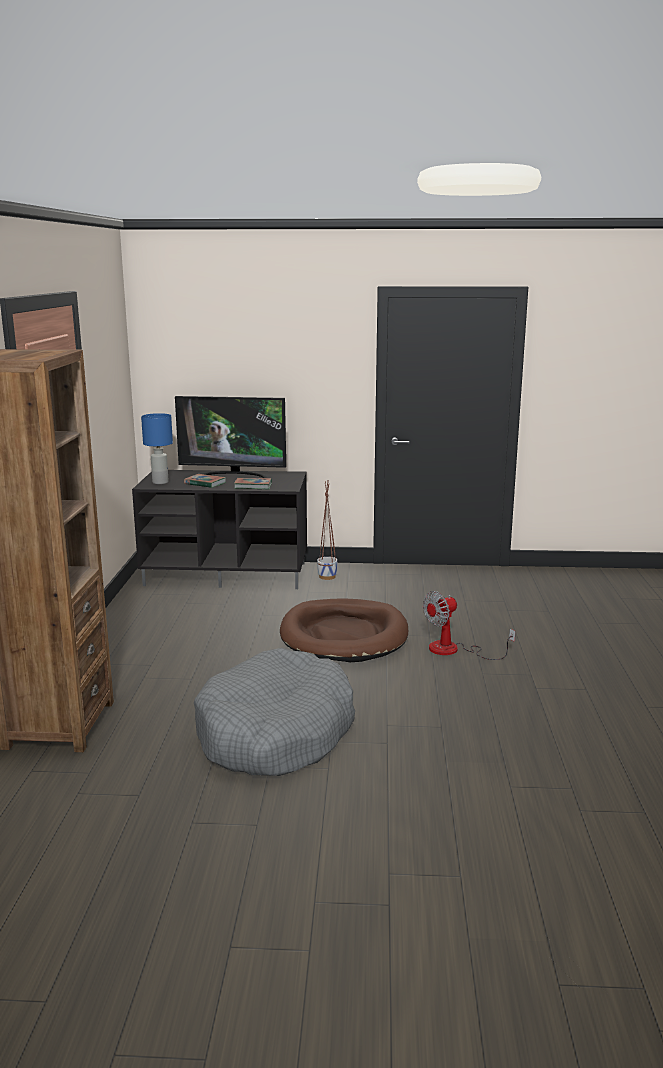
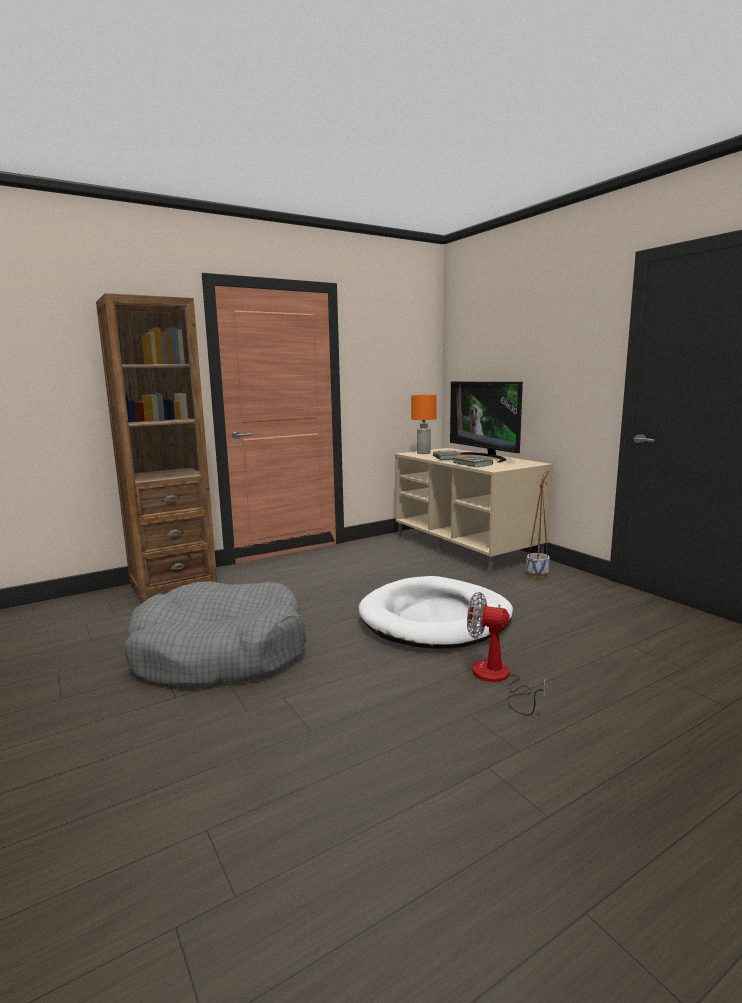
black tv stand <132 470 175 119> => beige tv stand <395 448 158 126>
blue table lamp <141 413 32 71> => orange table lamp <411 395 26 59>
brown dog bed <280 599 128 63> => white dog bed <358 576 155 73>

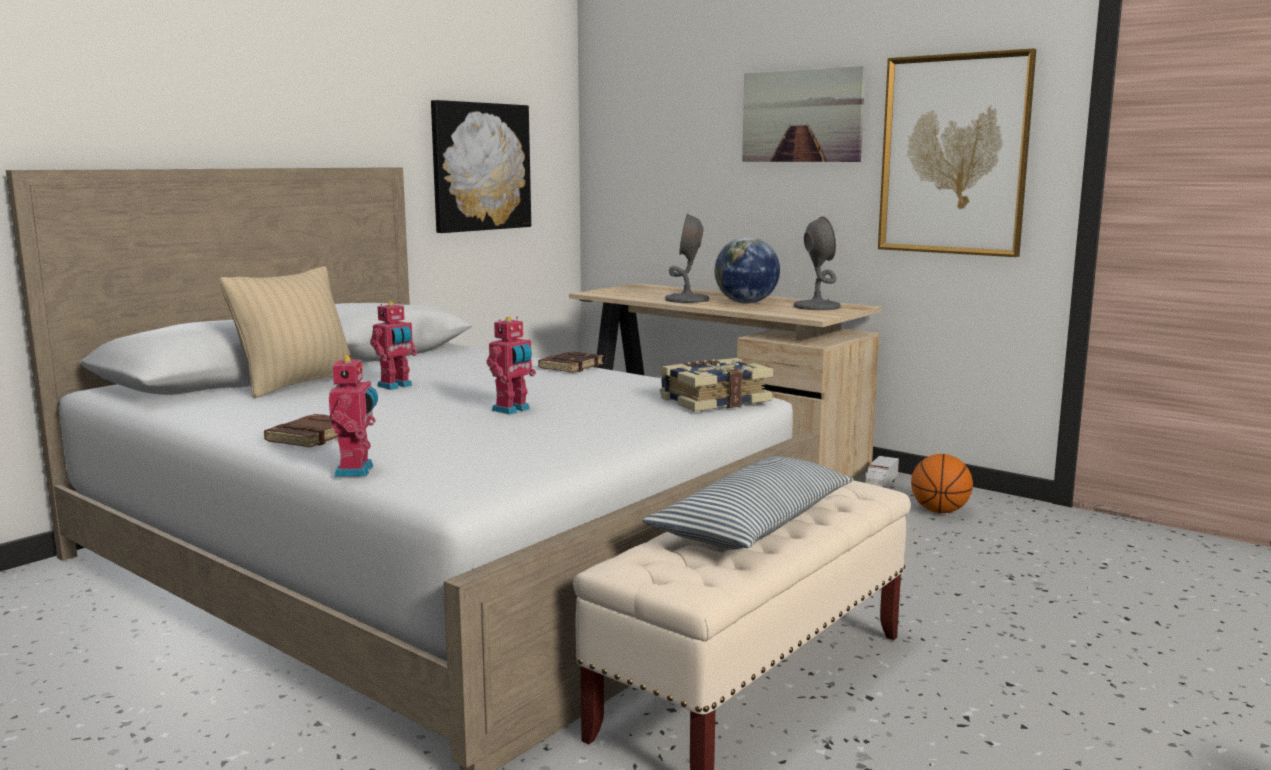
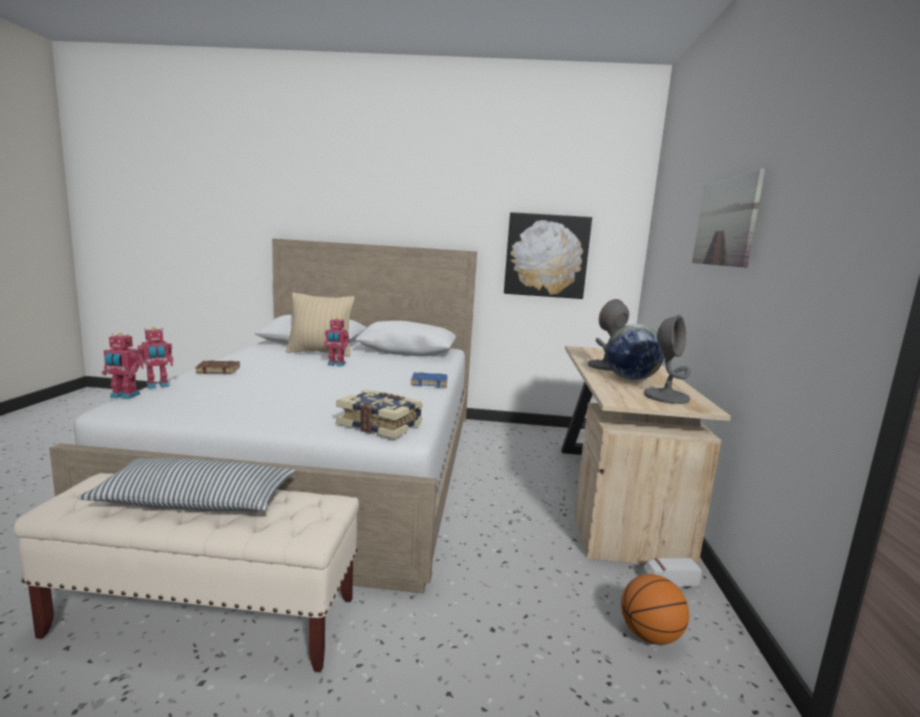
picture <878 48 158 209> => nothing
toy robot <487 316 49 99> => toy robot <102 333 39 66>, moved
brown book <538 351 66 22> => blue book <411 372 37 15>

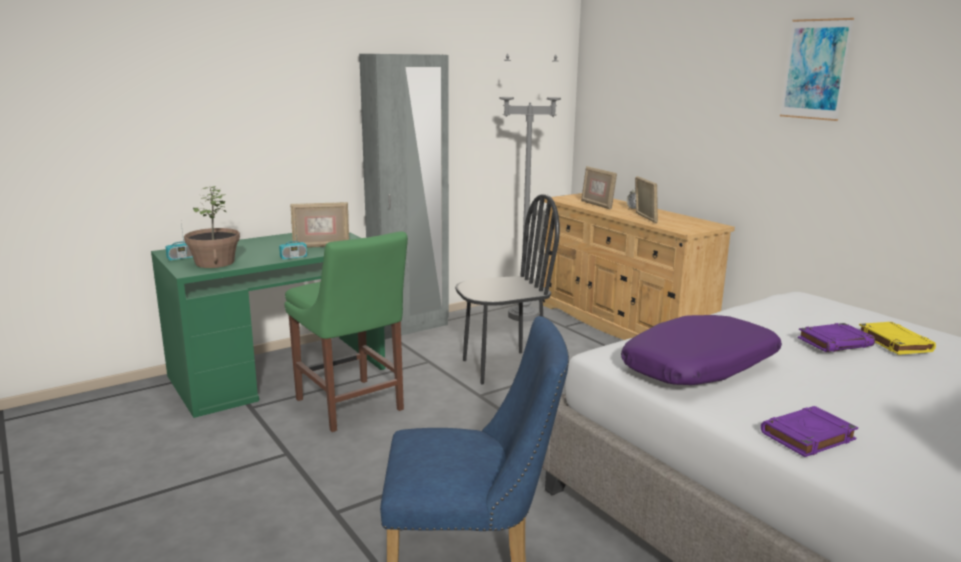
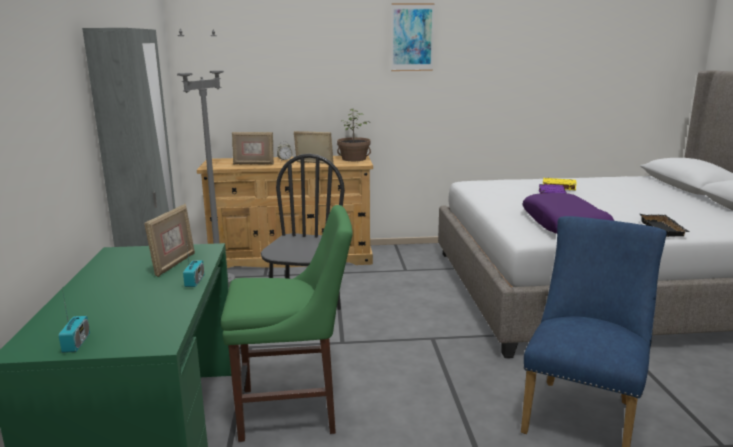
potted plant <184 186 56 82> => potted plant <337 109 34 52>, moved
purple book <761 406 97 51> => black tray <640 214 49 23>

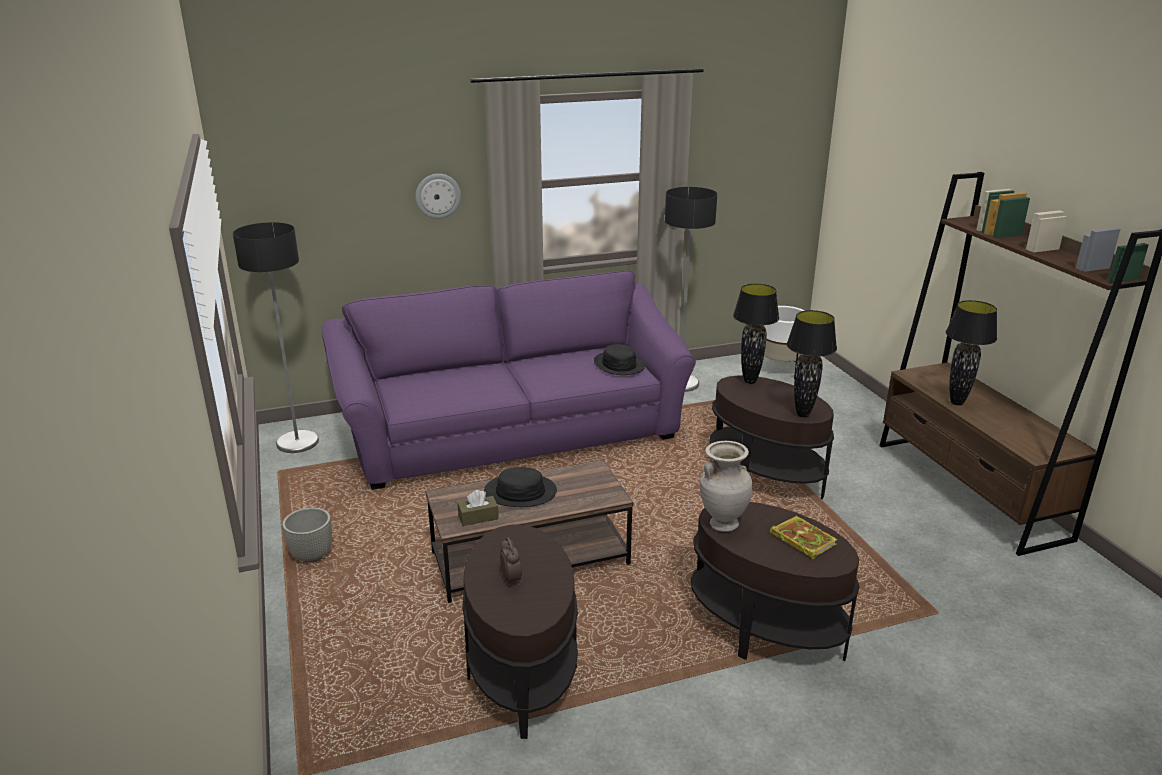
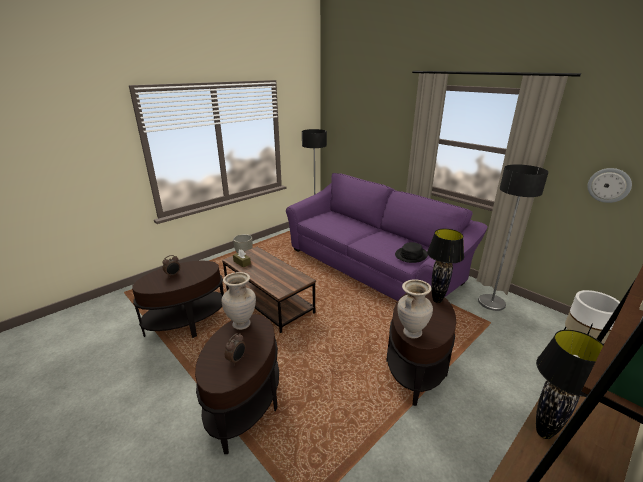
black hat <484 467 73 40> => nothing
wall clock <415 174 46 45> => wall clock <587 168 45 35>, moved
book <770 516 67 43> => alarm clock <225 333 20 32>
black table lamp <787 310 50 108> => beige vase <397 279 36 59>

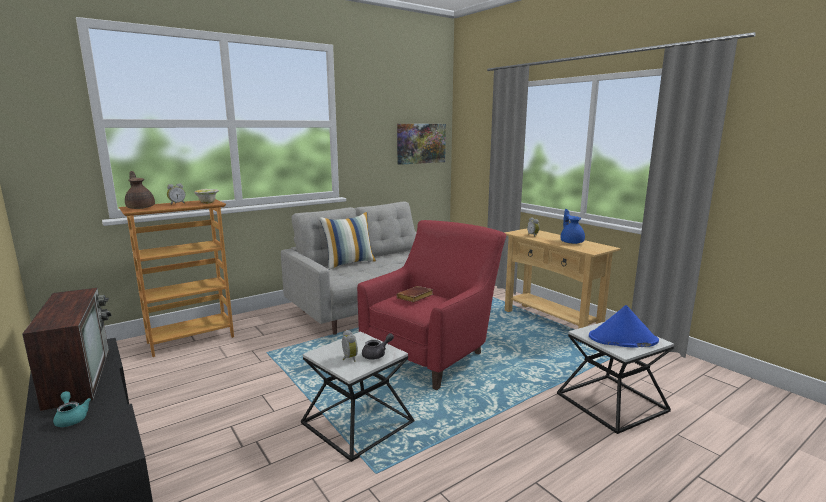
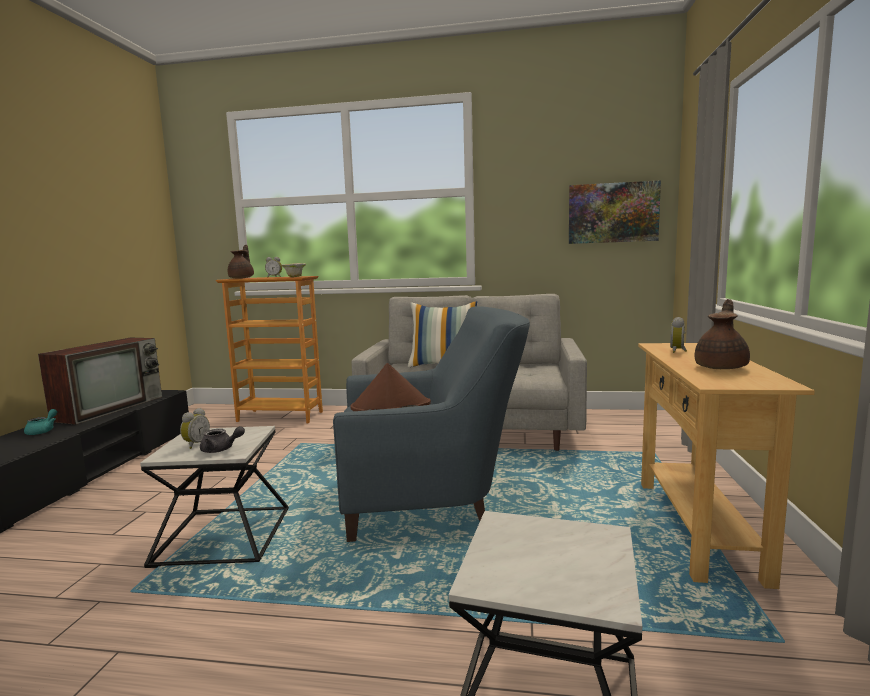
blue hat <589 305 70 43> => nothing
brown book <396 286 37 16> => brown hat <350 363 81 48>
red armchair <357 220 149 170> => blue armchair <333 306 197 236>
blue teapot <561 209 24 35> => brown teapot <695 299 55 70>

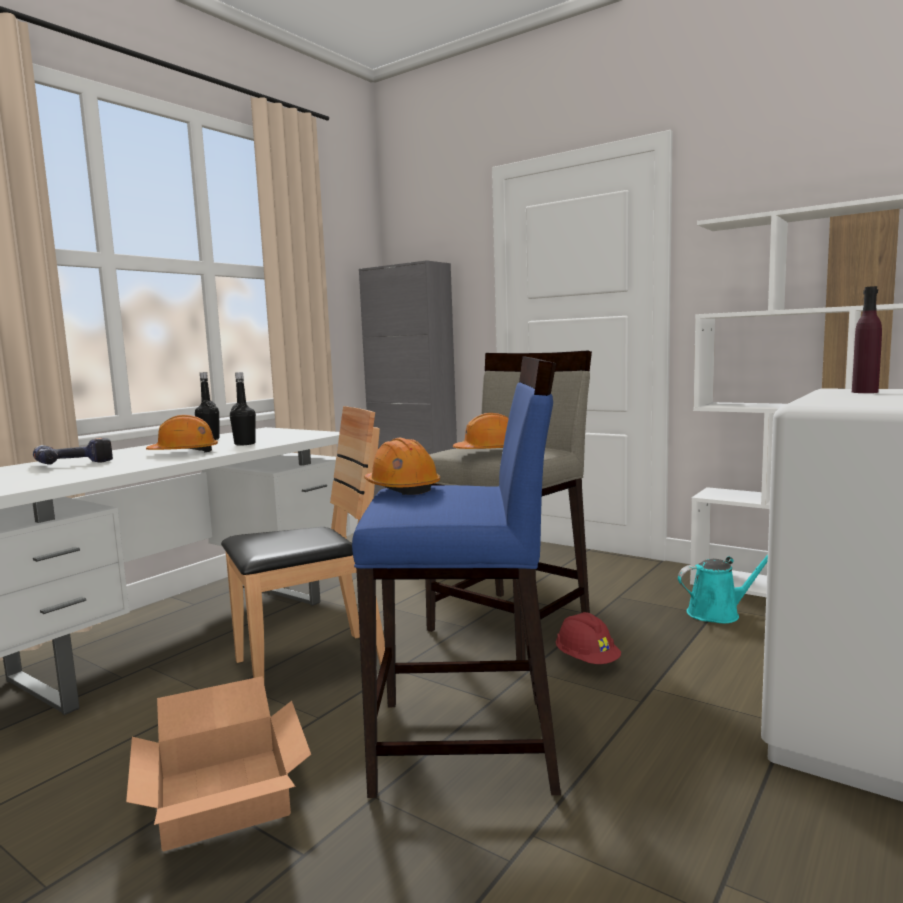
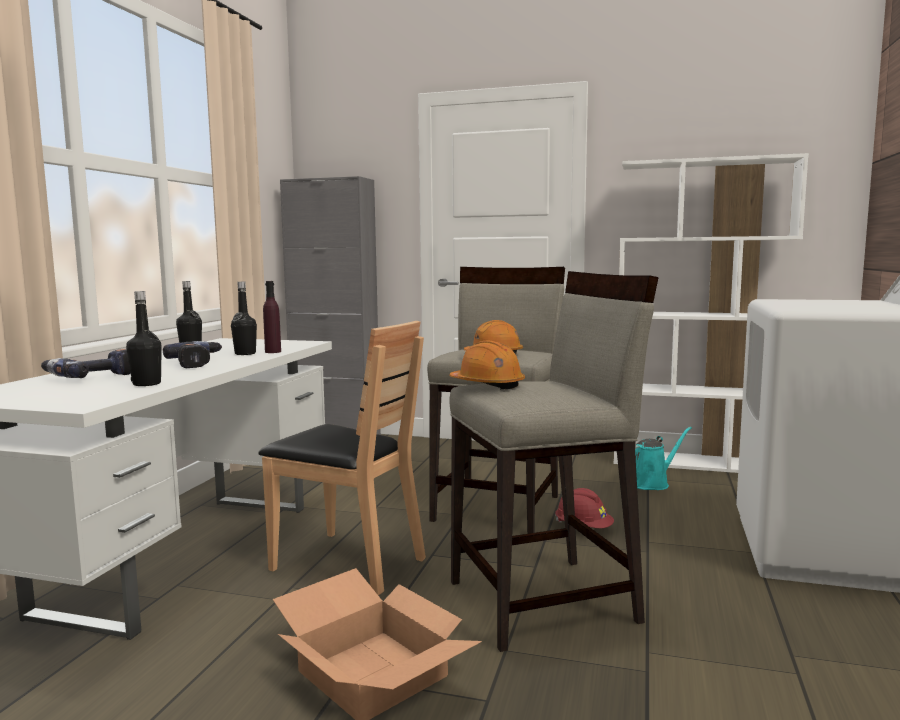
nothing => black bottle <126 291 36 95>
purple bottle <852 286 30 107> => purple bottle <263 281 18 72>, moved
orange hard hat <146 415 72 38> => power drill <163 341 59 27>
blue stool <352 356 209 442> => beige stool <449 271 209 381>
brown chair <221 406 164 275> => brown chair <258 321 168 274>, 75 degrees clockwise

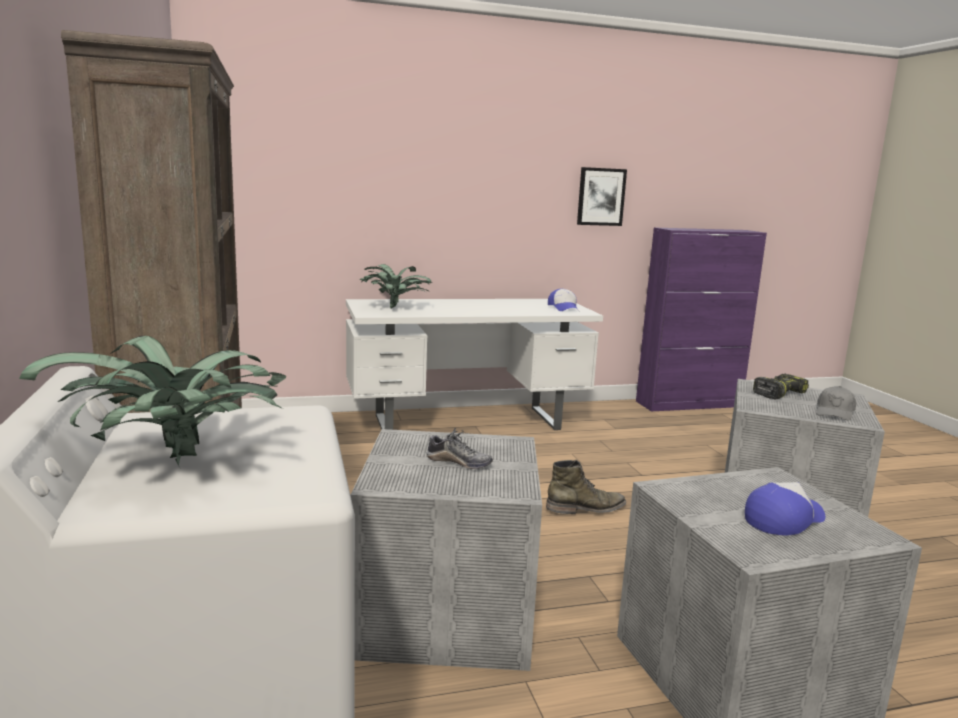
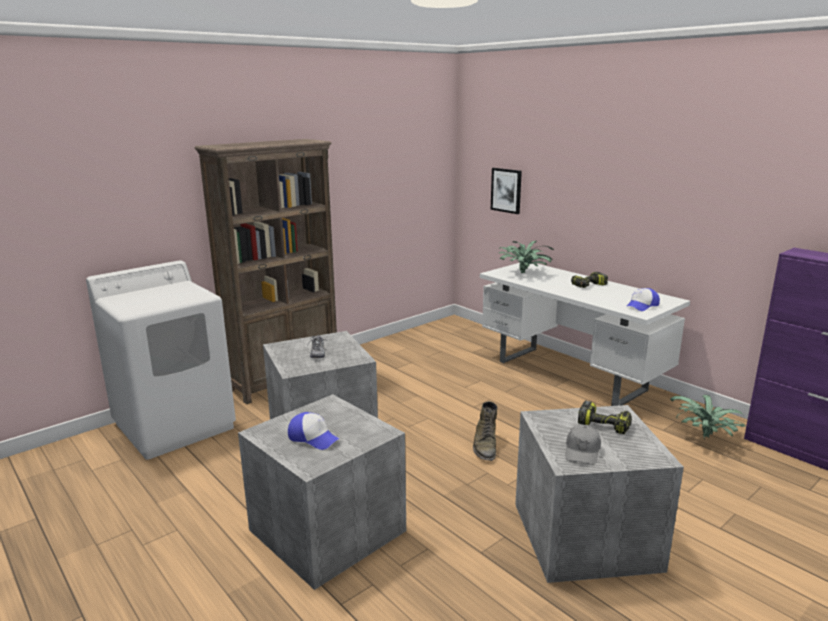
nothing => power drill <571 272 37 16>
potted plant <19 336 267 132> => potted plant <670 395 76 43>, moved
picture <577 167 50 59> => picture <491 168 31 46>, moved
green boot <546 460 80 54> => green boot <473 401 24 60>, 45 degrees clockwise
grey cap <816 386 40 35> => grey cap <565 425 36 40>, 75 degrees counterclockwise

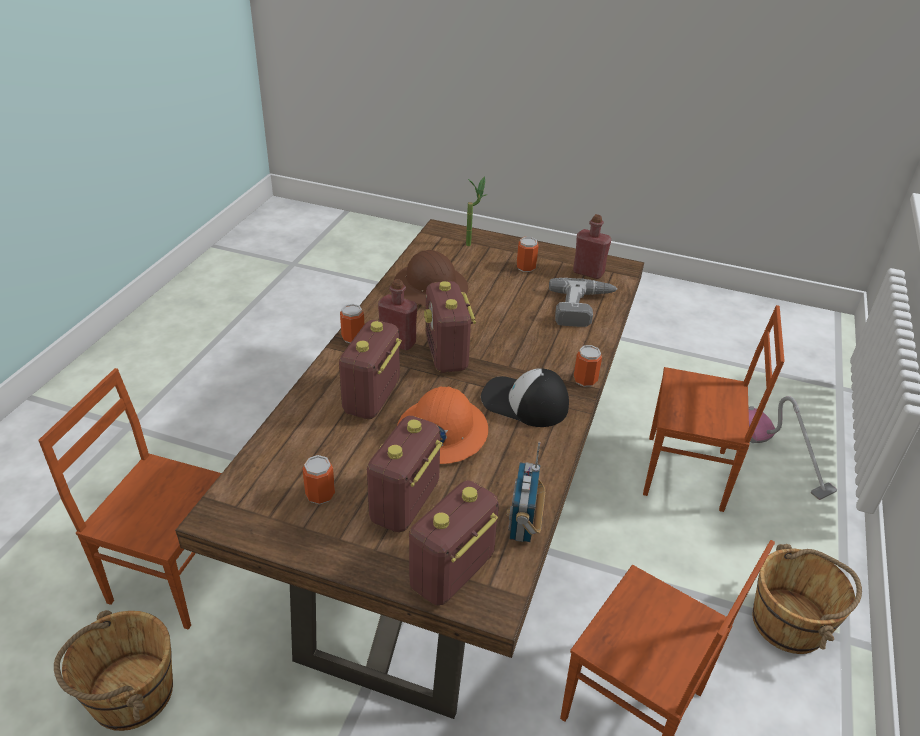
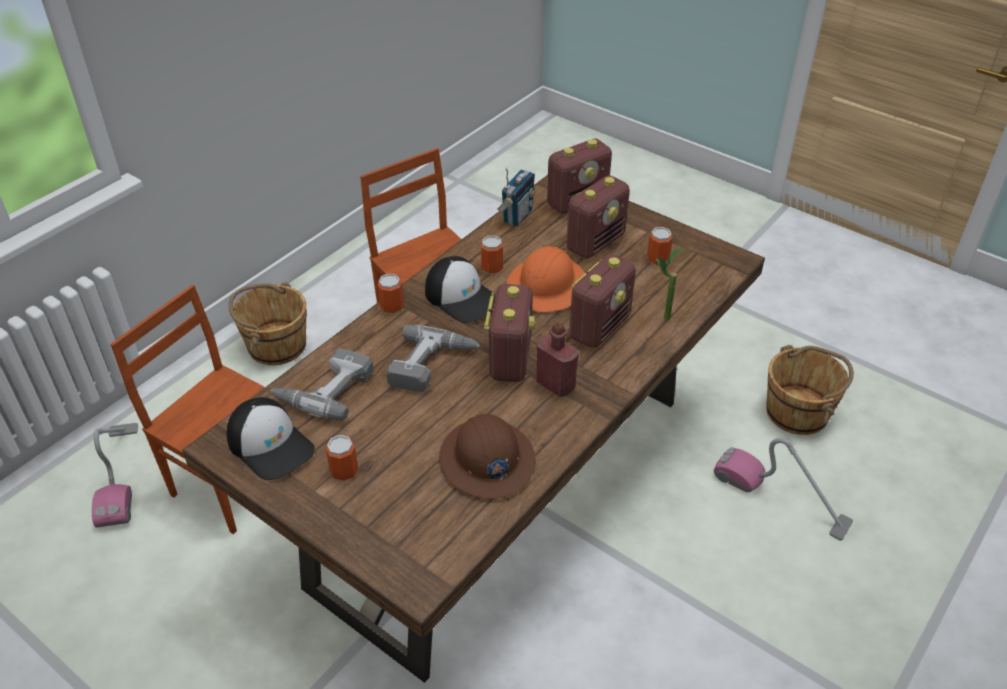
nothing => power drill <386 325 94 67>
can <340 304 24 39> => can <481 235 22 39>, moved
potted plant <466 176 22 70> => potted plant <656 248 27 73>, moved
brown chair <38 368 184 261> => vacuum cleaner <714 438 139 103>
red bottle <573 214 38 65> => cap <227 397 88 83>

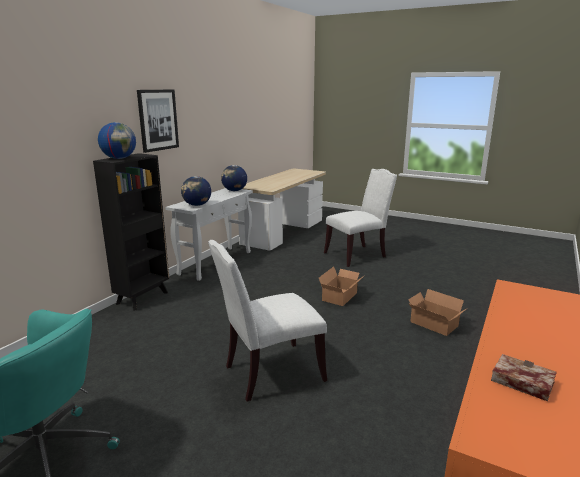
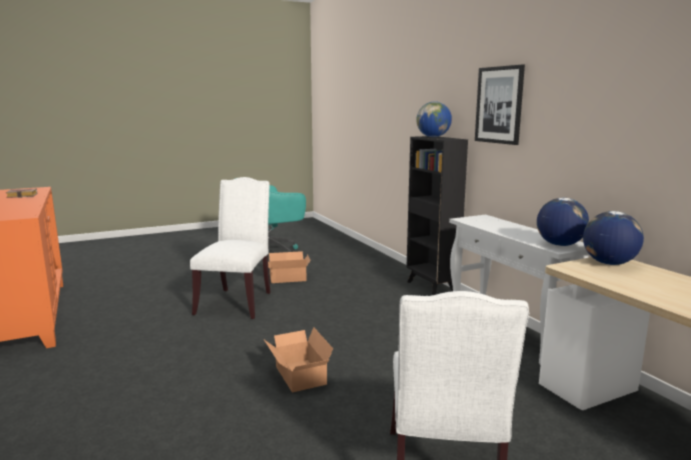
globe <181 176 30 30> => globe <583 211 61 54>, moved
cardboard box <408 289 58 47> => cardboard box <268 251 43 32>, moved

